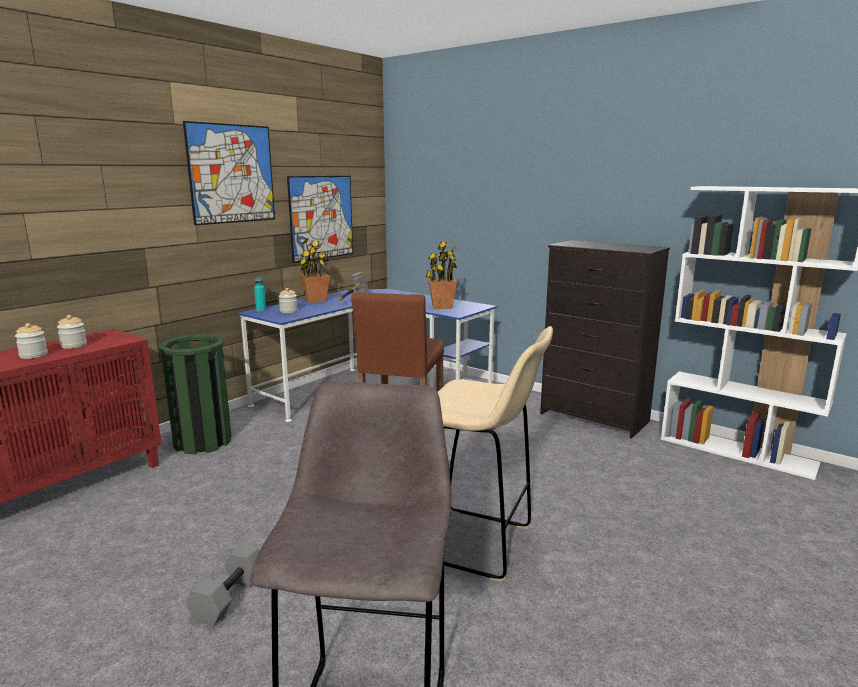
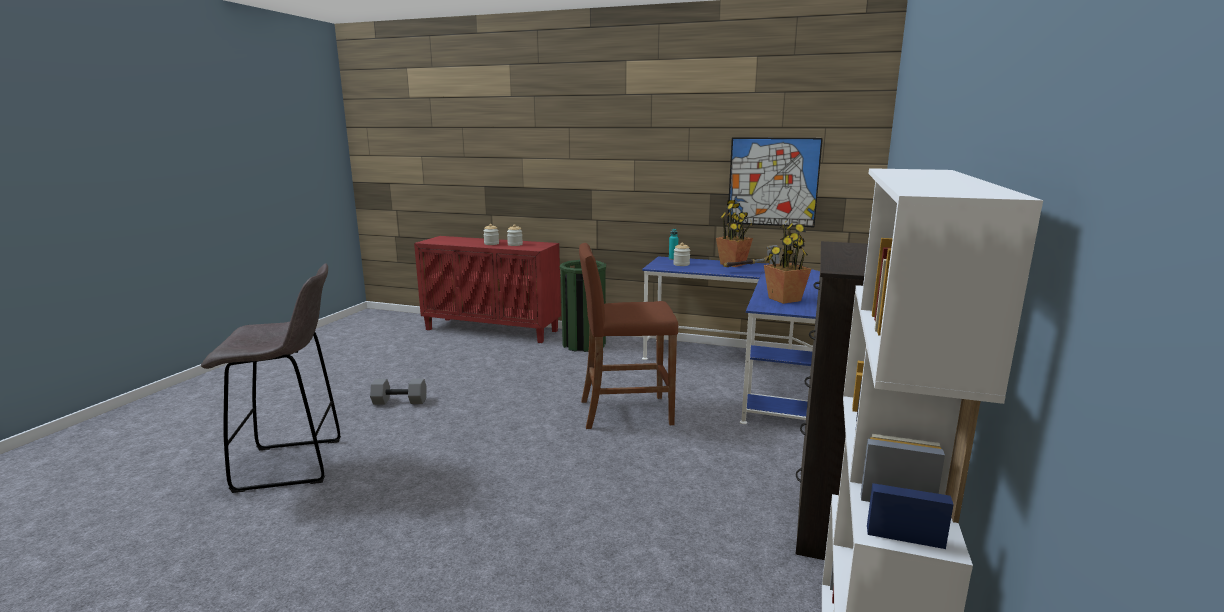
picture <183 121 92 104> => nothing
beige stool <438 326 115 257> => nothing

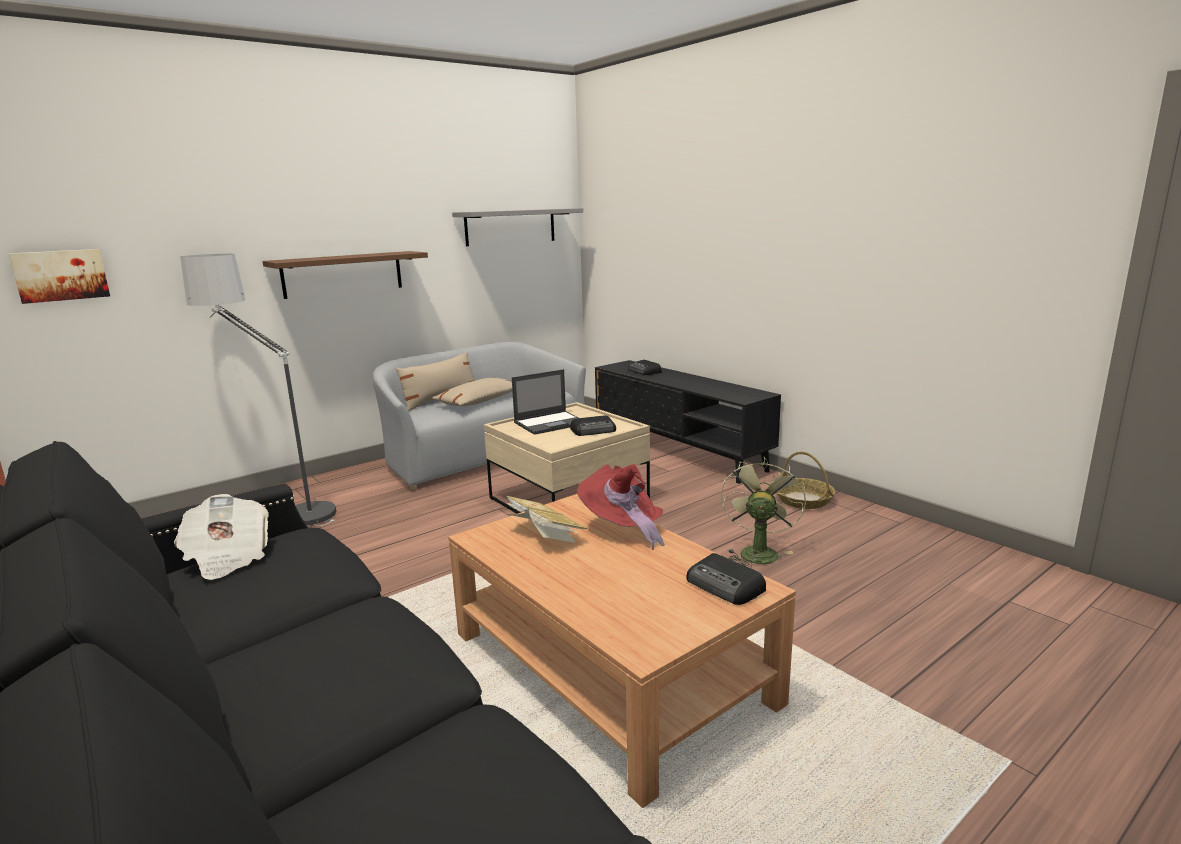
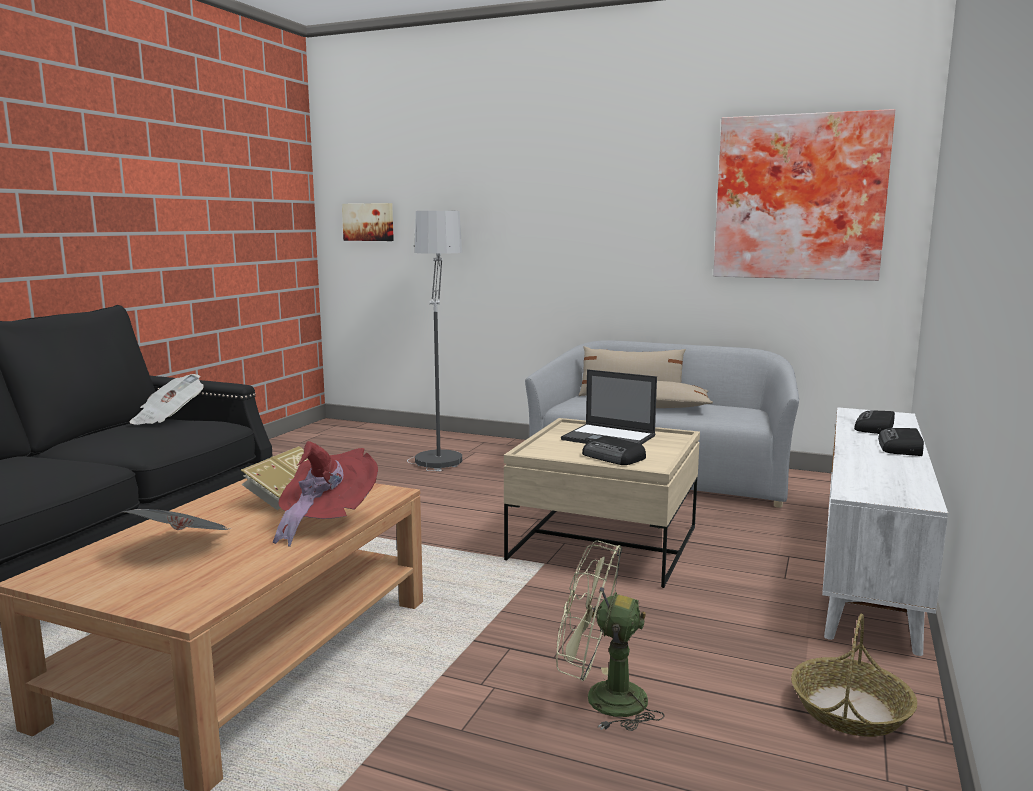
brown shelf <263 251 165 48> => nothing
nothing => newspaper <123 509 109 21>
radio <686 553 80 52> => radio <878 428 46 28>, moved
grey shelf <452 208 131 38> => picture <713 109 182 172>
black tv stand <595 360 186 124> => white tv stand <822 407 126 249>
green fan <721 457 85 111> => green fan <556 540 109 191>, 150 degrees counterclockwise

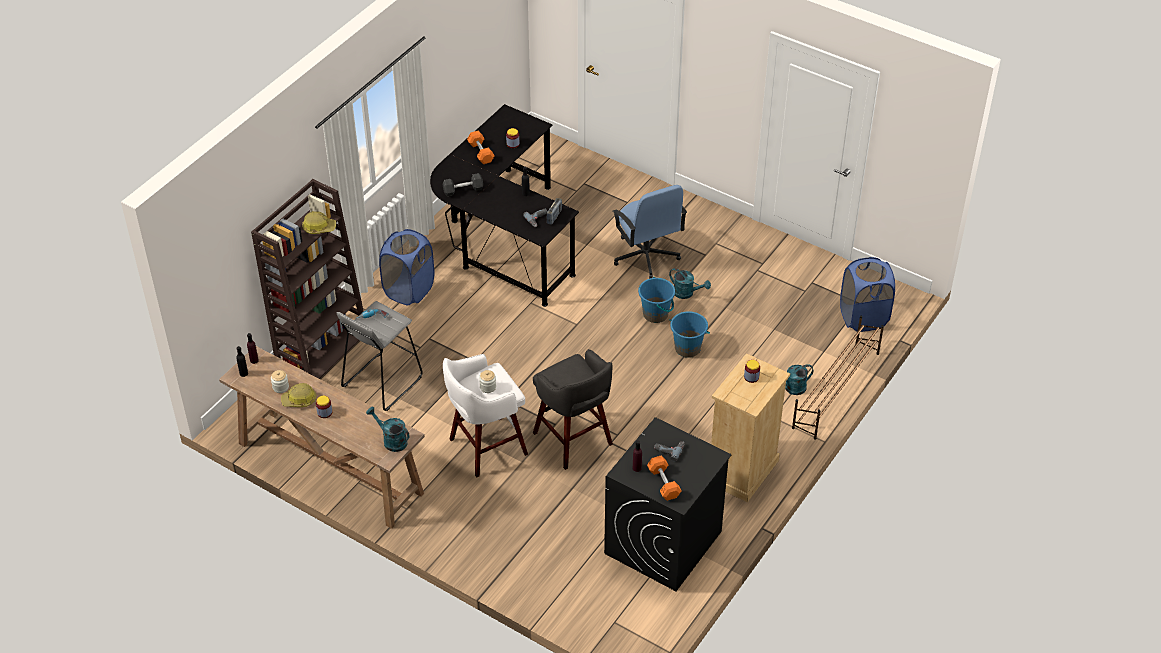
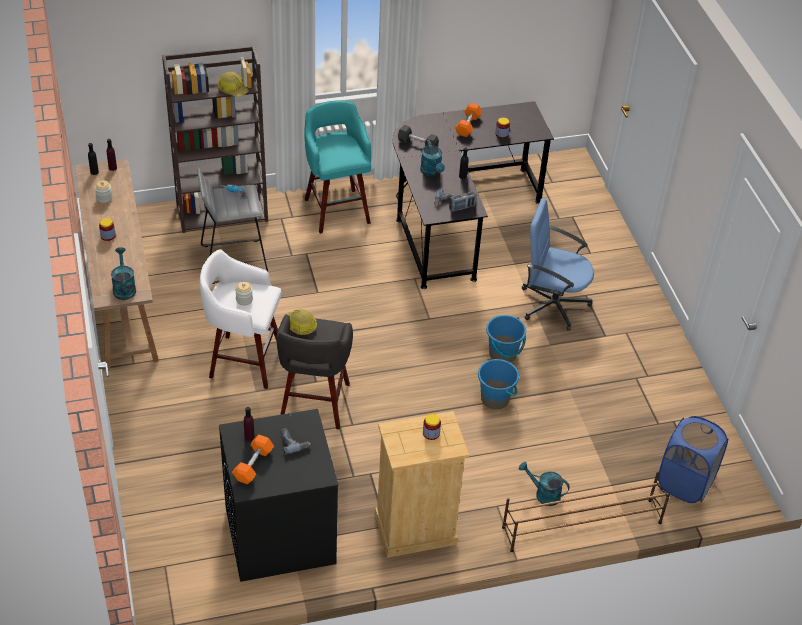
hard hat <281 383 35 24> => hard hat <281 309 36 26>, moved
turquoise watering can <669 268 42 31> => turquoise watering can <420 140 25 36>, moved
blue laundry basket <379 229 55 76> => turquoise stool <304 100 67 134>
blue office chair <613 185 74 93> => blue office chair <522 198 72 133>, 90 degrees clockwise

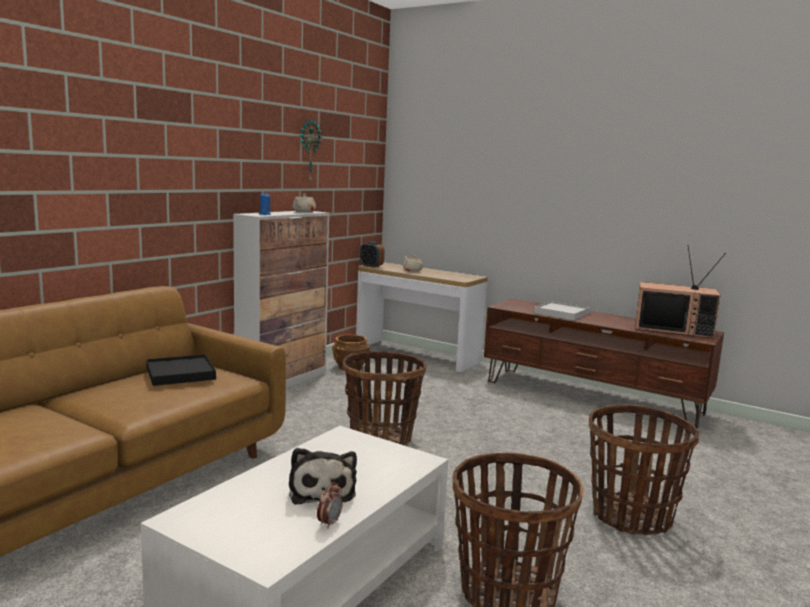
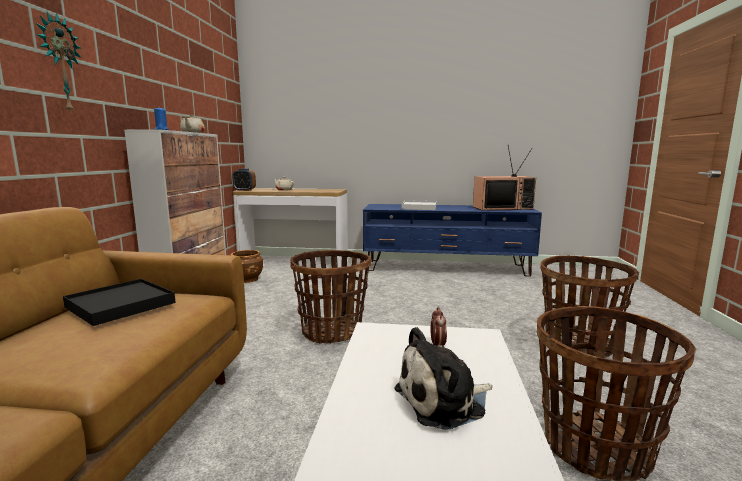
wall clock <299 118 24 66> => wall clock <36 12 45 102>, moved
alarm clock <317 482 26 47> => alarm clock <430 307 17 40>, moved
brown tv stand <484 299 240 129> => blue tv stand <363 204 179 73>
plush toy <289 448 68 56> => plush toy <394 327 99 103>, 105 degrees clockwise

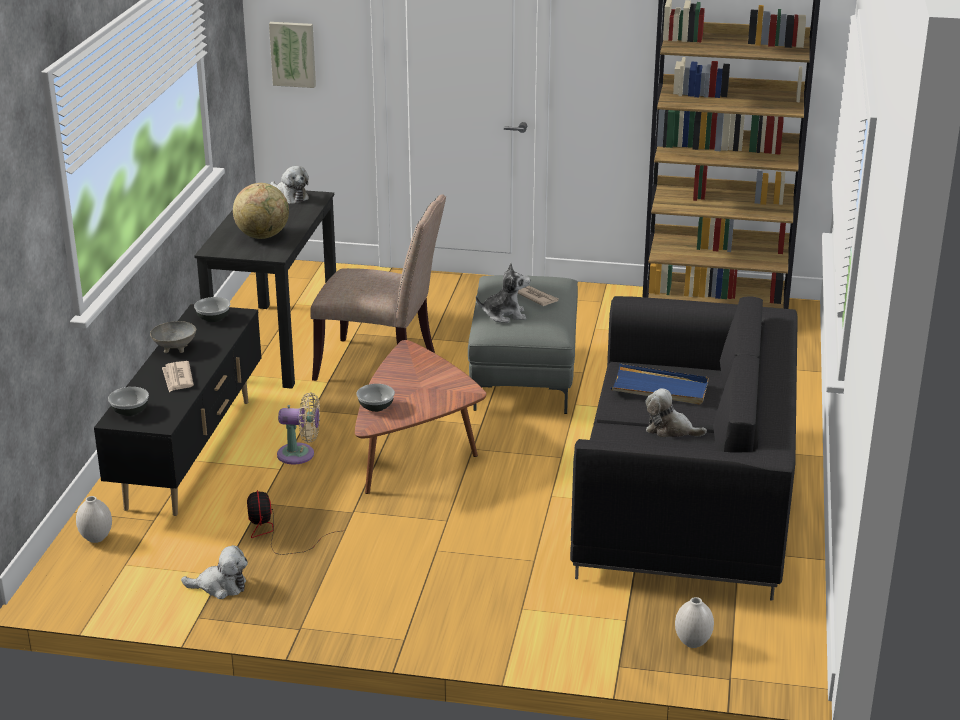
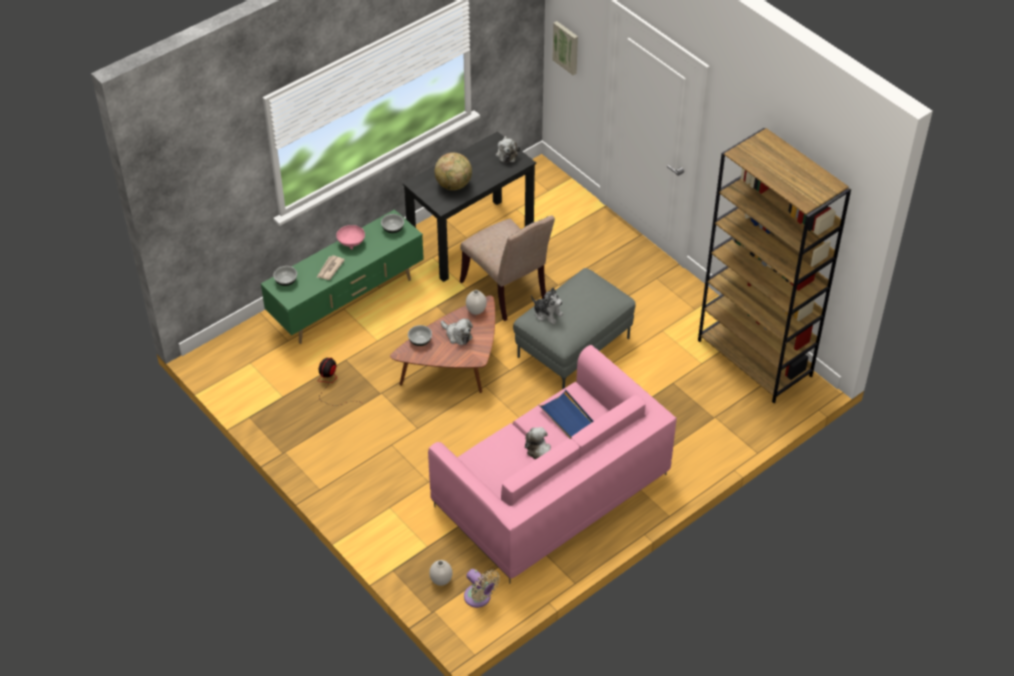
newspaper <518 286 41 20> => nothing
white vase <76 496 36 47> => white vase <466 290 21 25>, moved
plush toy <181 545 67 54> => plush toy <441 318 32 27>, moved
beige fan <277 392 43 72> => beige fan <464 569 36 39>, moved
black tv stand <94 304 167 212> => green tv stand <261 209 163 135>
grey bowl <150 321 46 32> => pink bowl <336 225 29 24>
black sofa <570 296 228 305> => pink sofa <428 345 249 239>

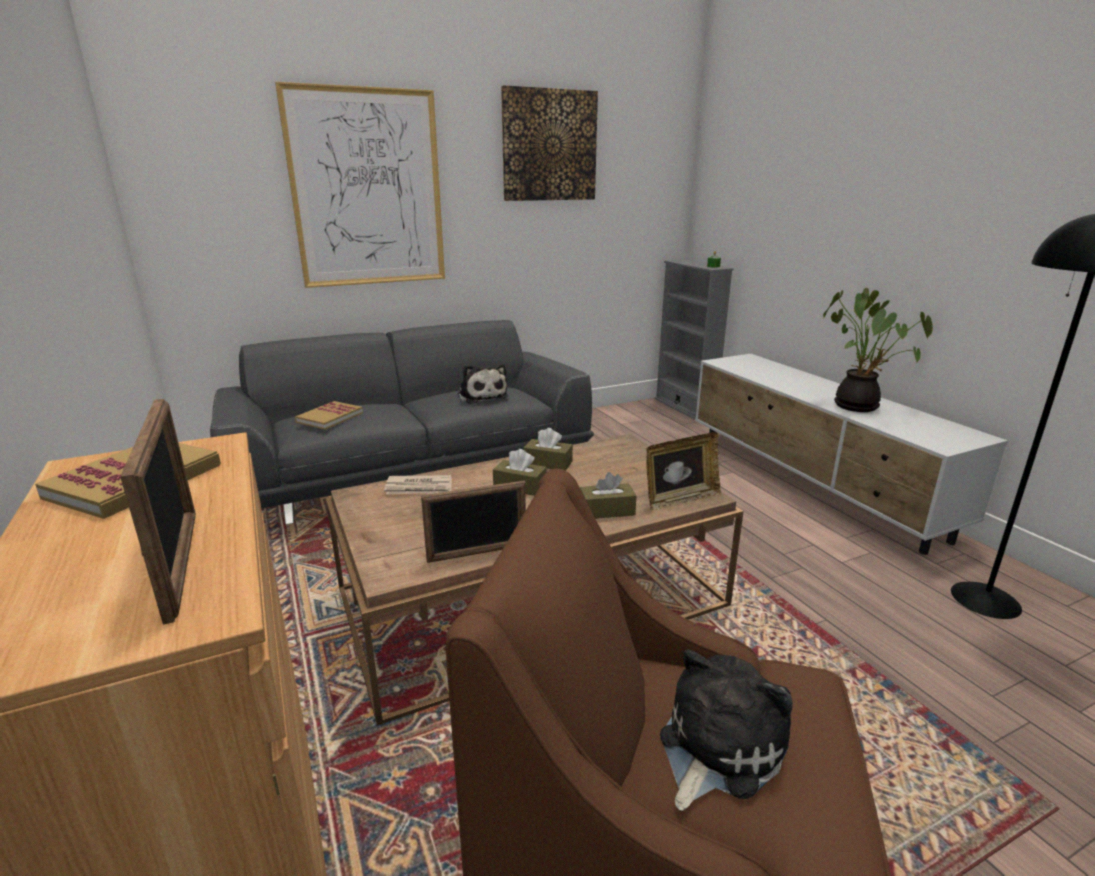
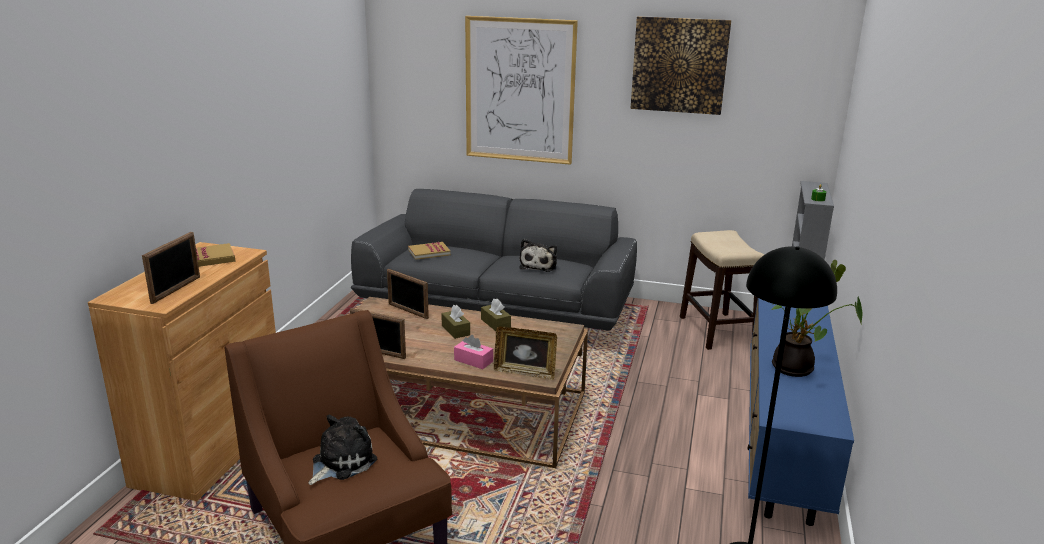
nothing => stool <680 230 84 120>
newspaper <384 475 68 20> => picture frame <387 269 42 50>
brown tissue box <580 472 56 47> => pink tissue box <454 335 39 34>
white tv stand <695 354 313 201> => blue tv stand <748 298 106 228>
plush toy <660 649 133 162> => plush toy <308 415 69 70>, 45 degrees counterclockwise

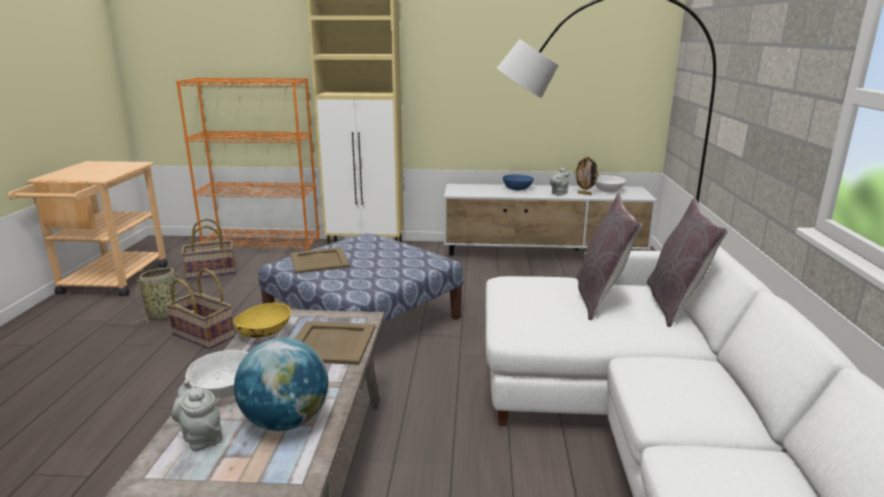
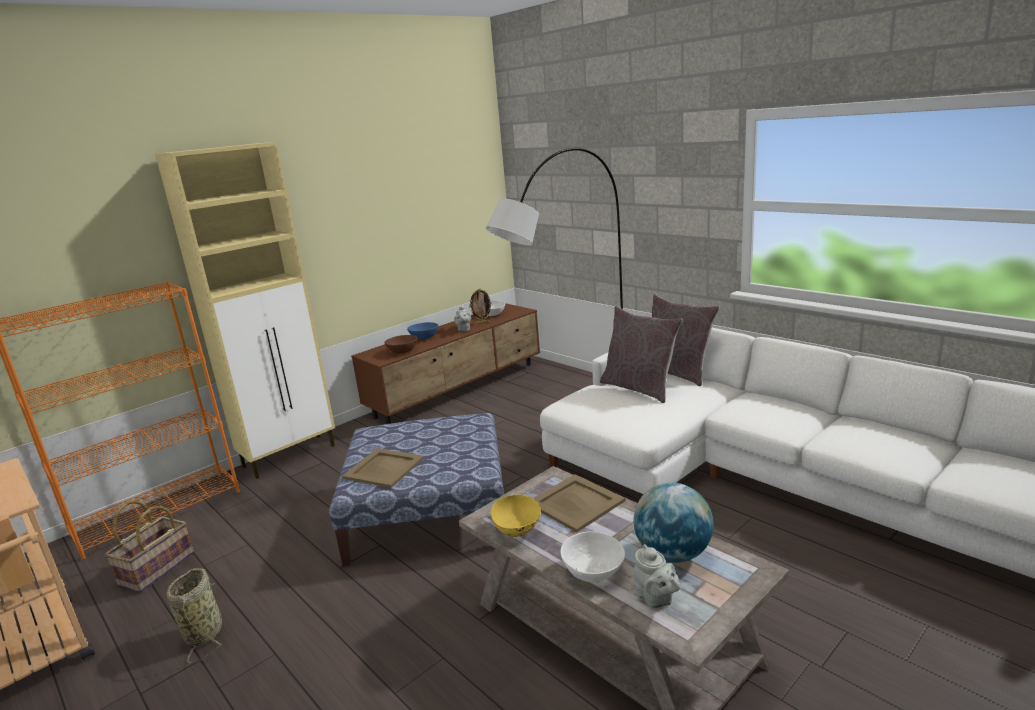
basket <166 268 69 81> => nothing
nothing => brown bowl <385 335 32 19>
white tv stand <444 184 213 72> => brown tv stand <351 304 189 120>
grey teapot <172 379 50 72> => grey teapot <633 544 48 64>, 120 degrees counterclockwise

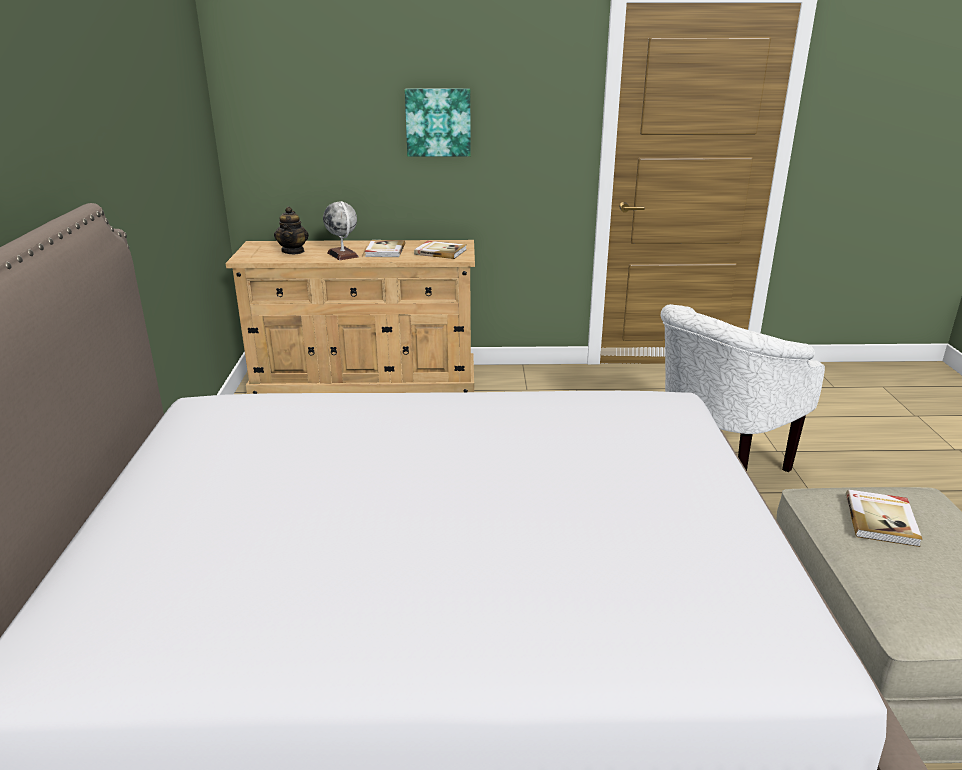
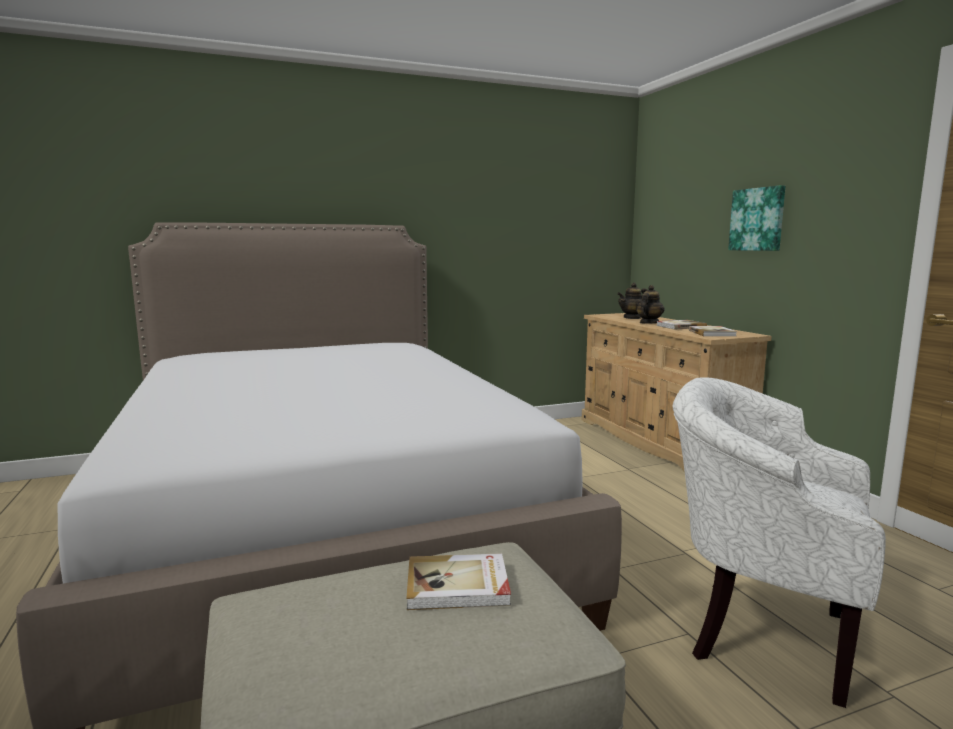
globe <323 201 36 60> => teapot <636 285 29 38>

